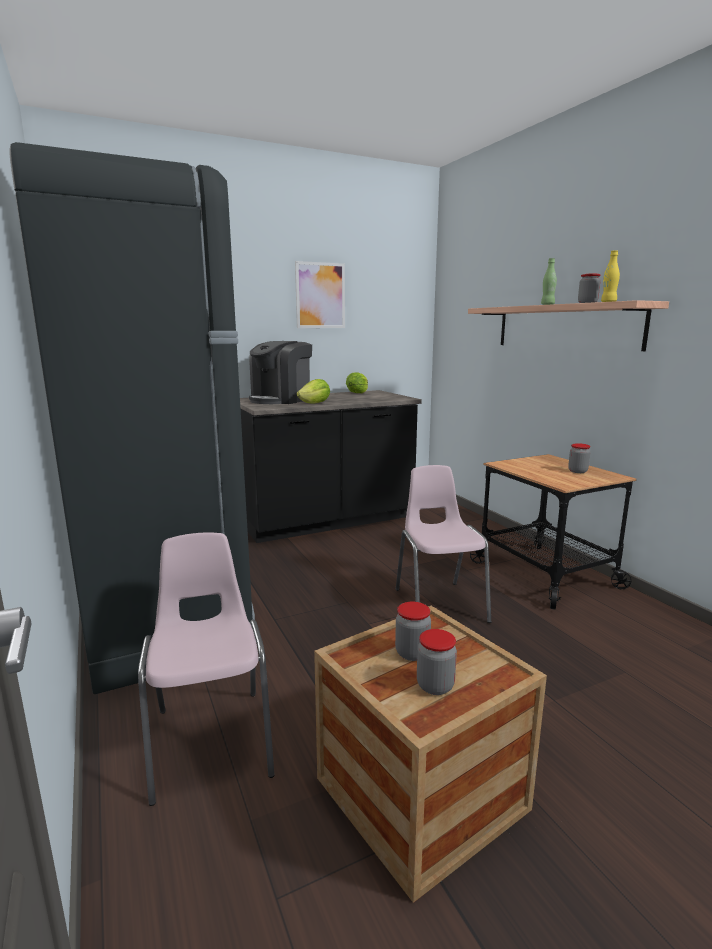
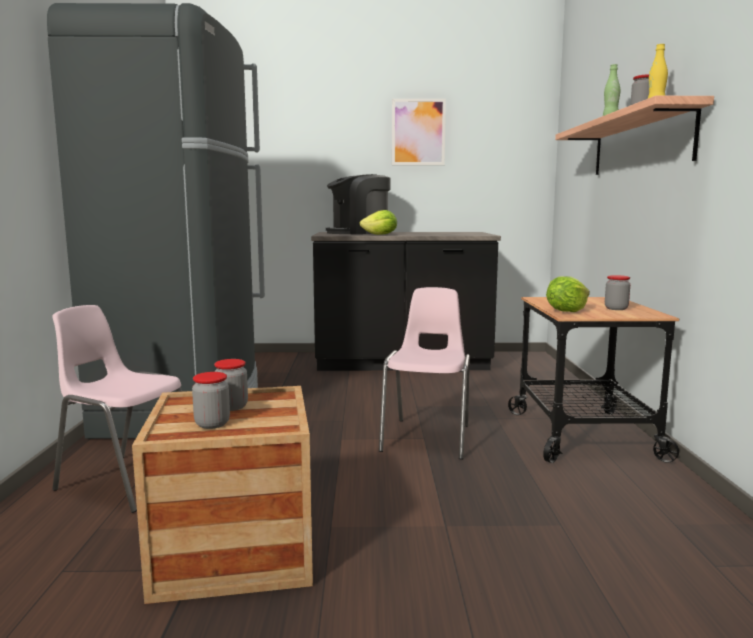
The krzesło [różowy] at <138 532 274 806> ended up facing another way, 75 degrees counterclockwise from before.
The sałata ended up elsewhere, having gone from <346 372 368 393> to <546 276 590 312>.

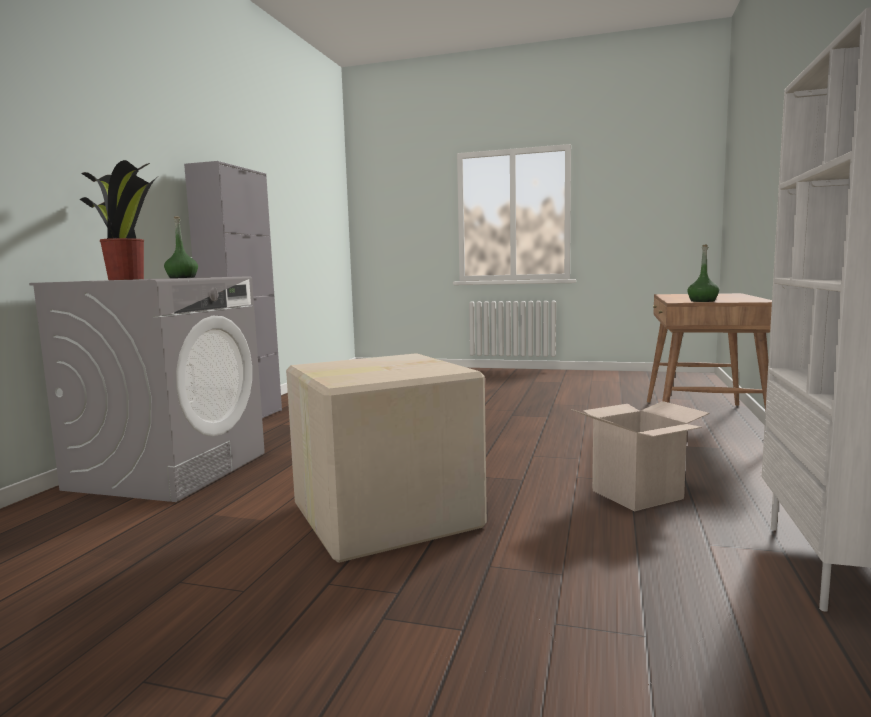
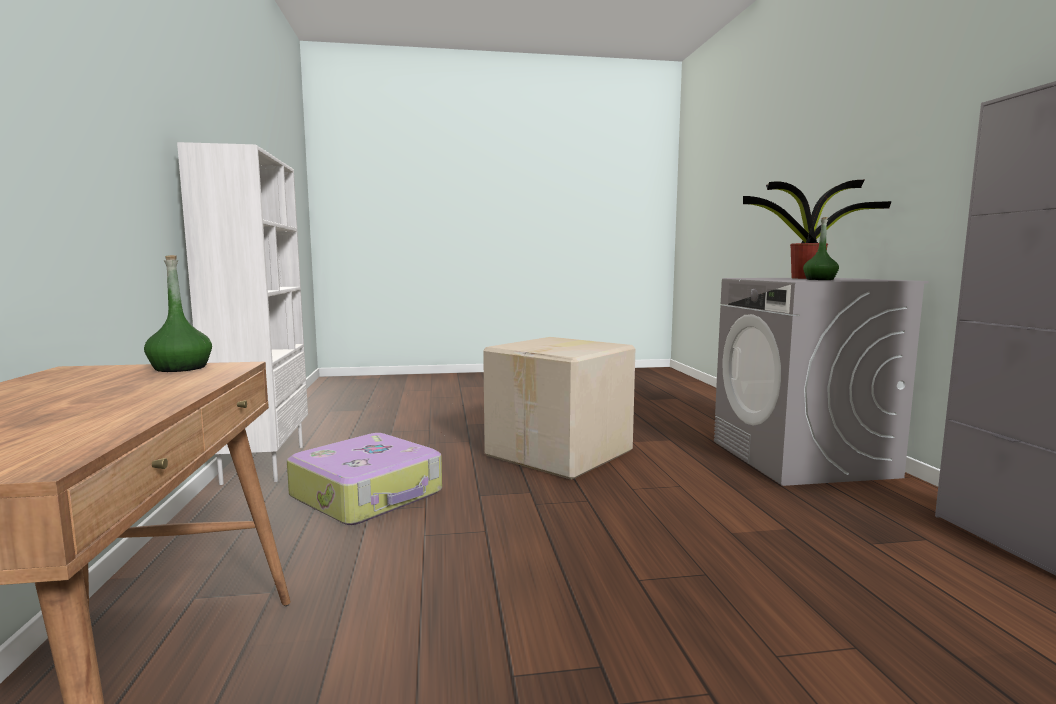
Where the karton stood at <571 401 710 511>, the walizka came to stand at <287 433 442 525>.

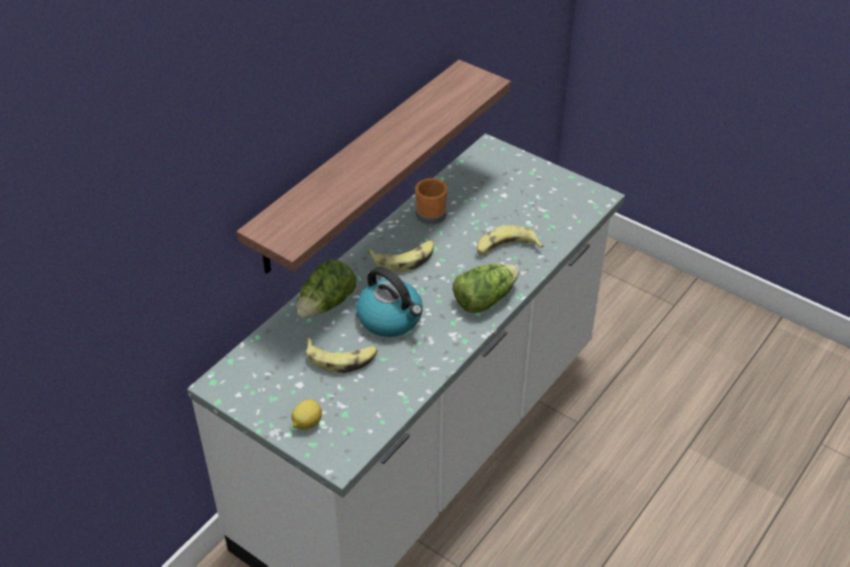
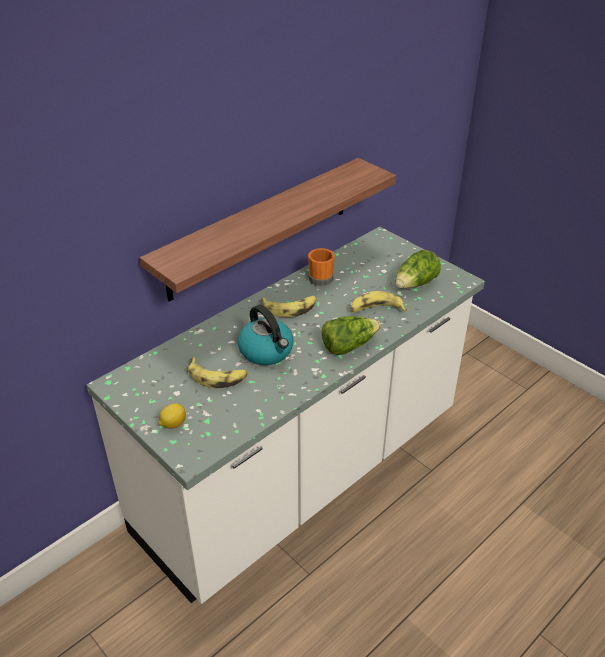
The sałata ended up elsewhere, having gone from <297 260 356 318> to <396 250 441 288>.

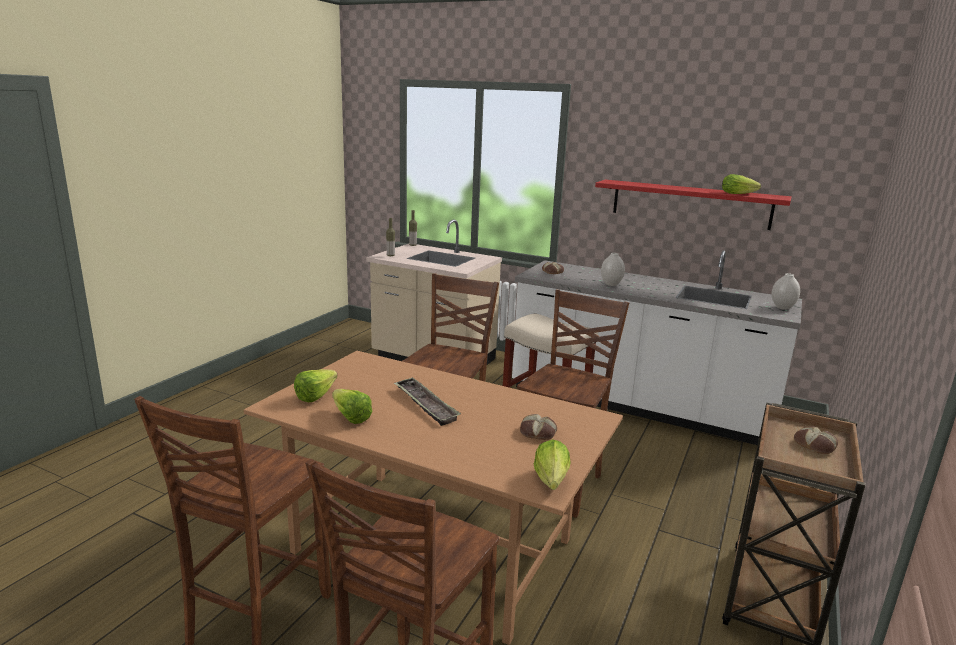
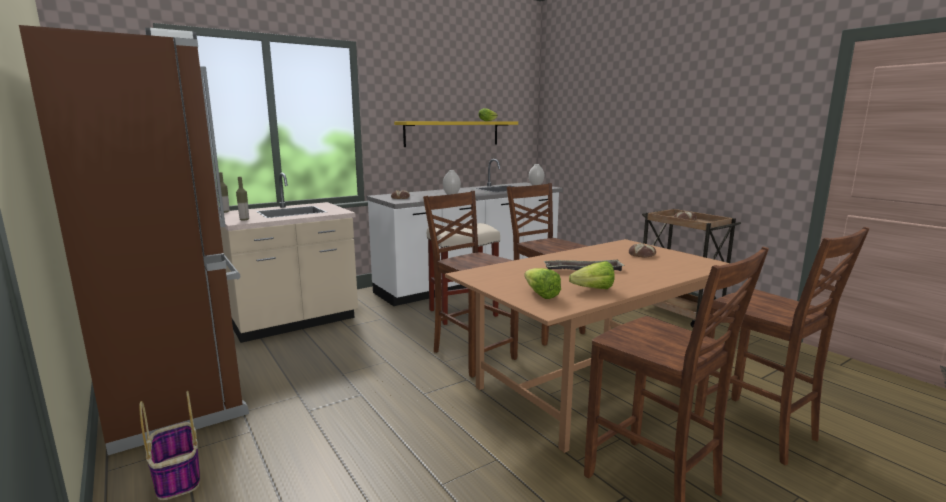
The second view lost the sałata at <534 439 571 490>.
What was the półka [czerwony] at <595 180 792 230> turned into the półka [żółty] at <394 121 518 147>.
The second view gained the lodówka [brązowy] at <19 25 249 455>.
The second view gained the koszyk at <139 391 200 500>.

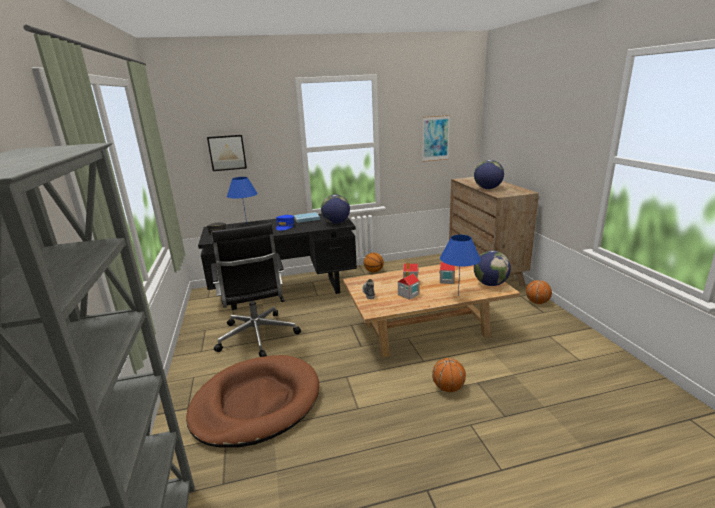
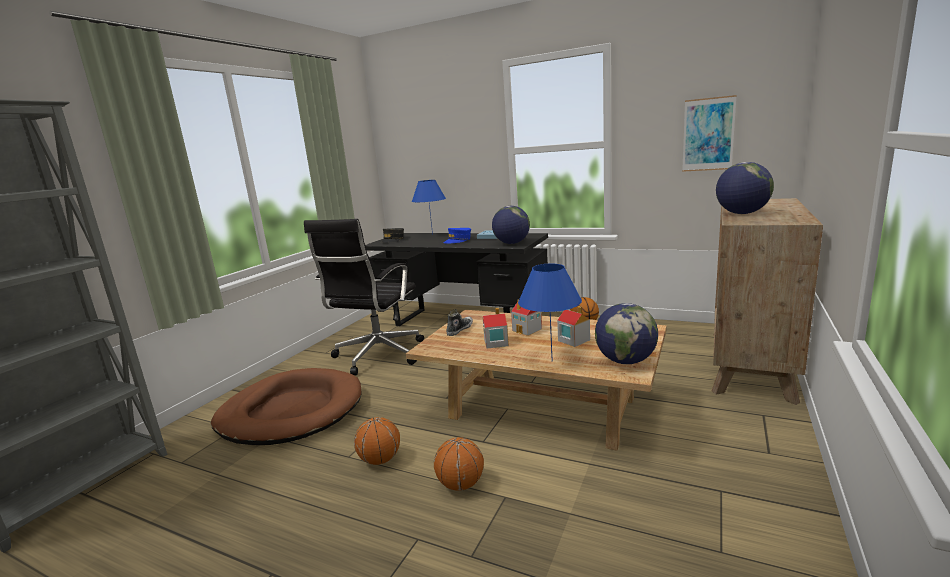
The second view lost the obraz at <207 135 247 171>.
The piłka do koszykówki ended up elsewhere, having gone from <526 280 552 304> to <354 417 400 465>.

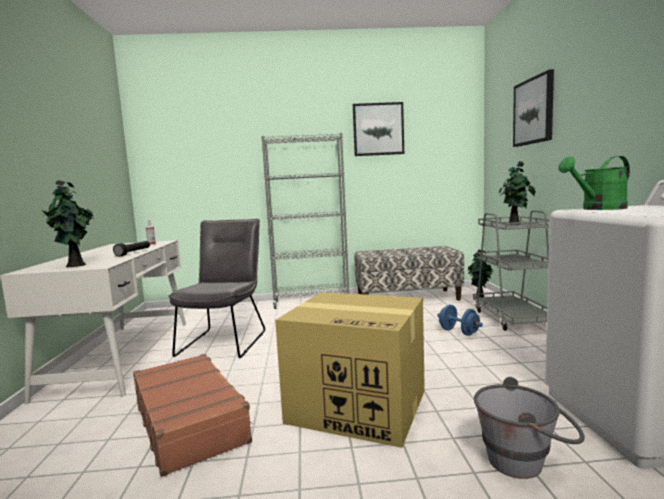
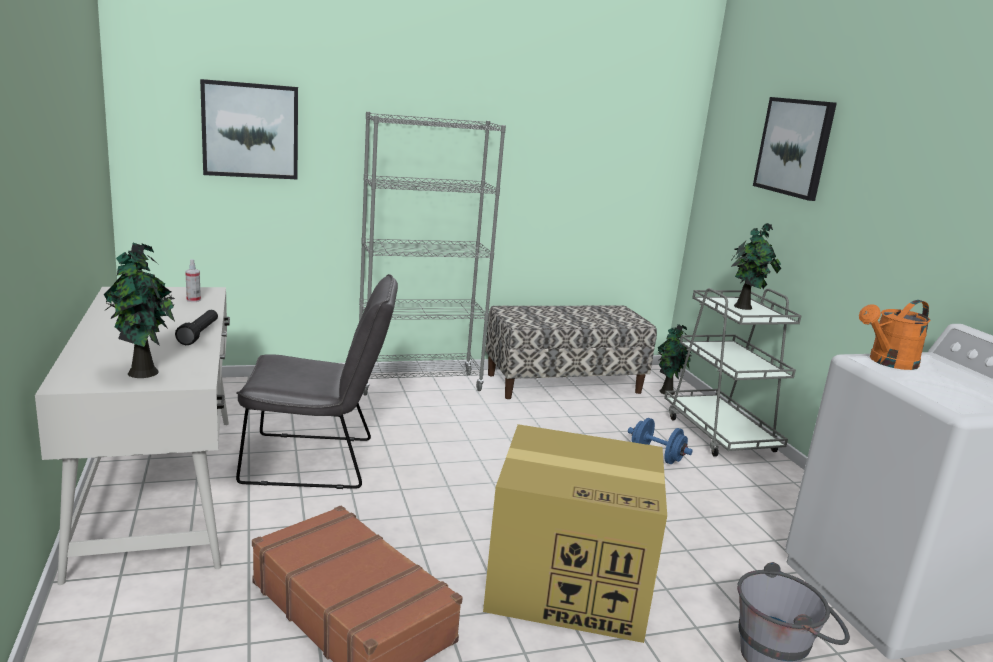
The krzesło [szary] at <169 219 265 358> ended up facing another way, 90 degrees clockwise from before.
The obraz ended up elsewhere, having gone from <353 102 404 156> to <200 79 298 179>.
What was the konewka [zielony] at <558 156 630 210> turned into the konewka [pomarańczowy] at <859 300 931 370>.

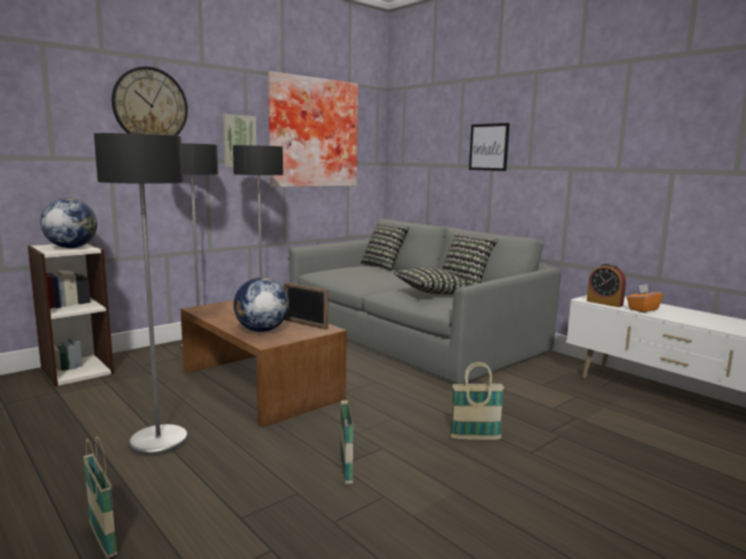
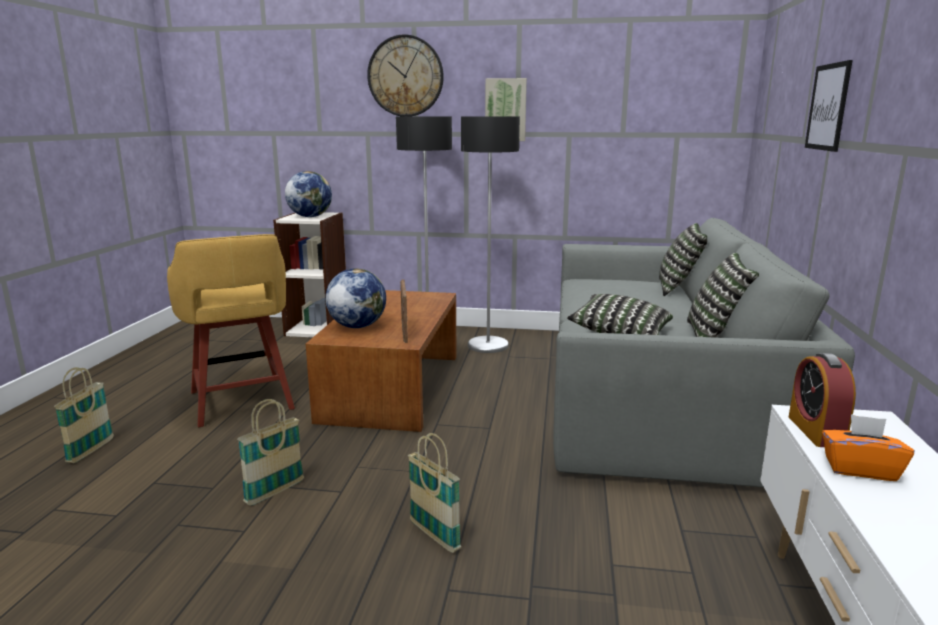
Where the lampa stojąca stood at <94 133 188 456>, the stołek [żółty] came to stand at <167 234 295 427>.
The second view lost the obraz at <268 71 358 187>.

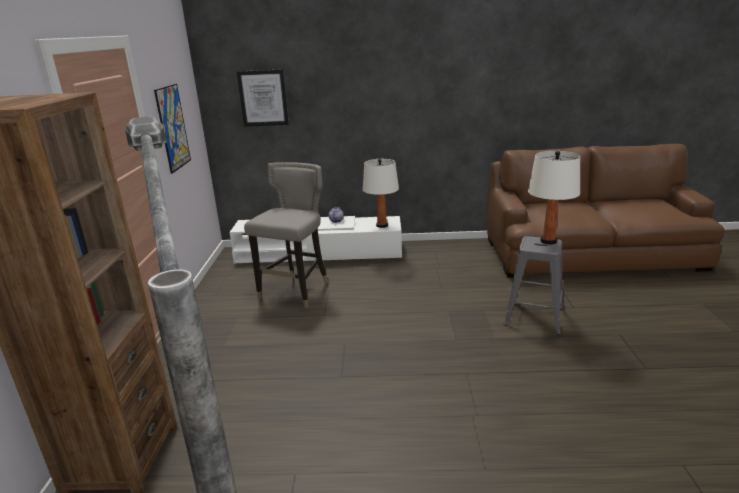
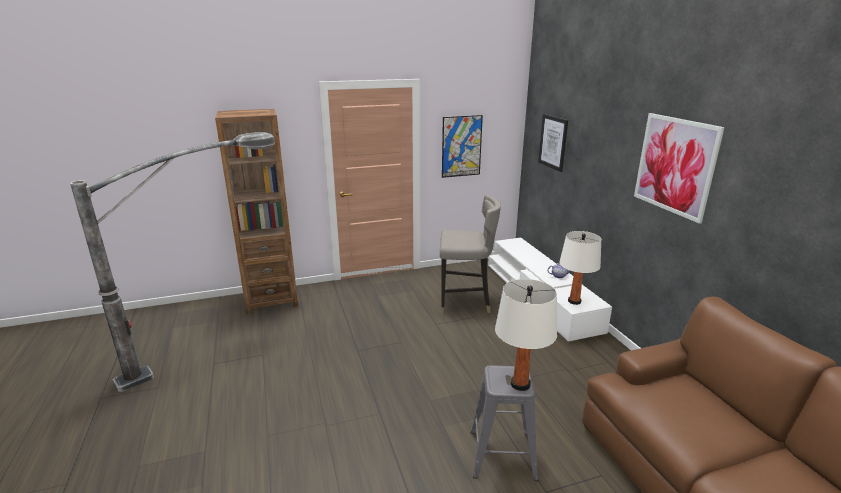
The second view gained the obraz at <634 113 725 224>.

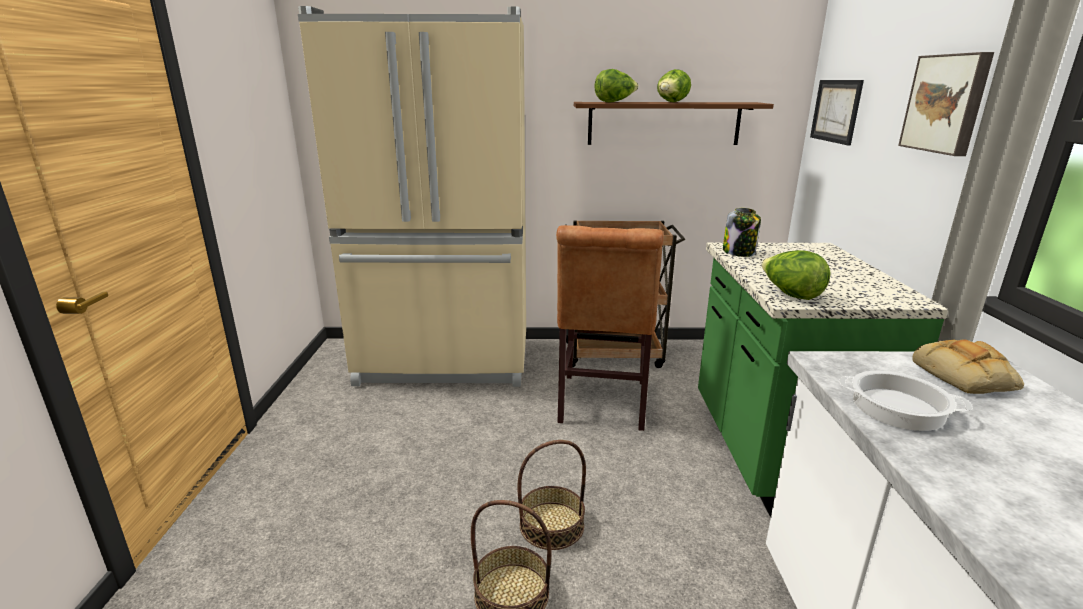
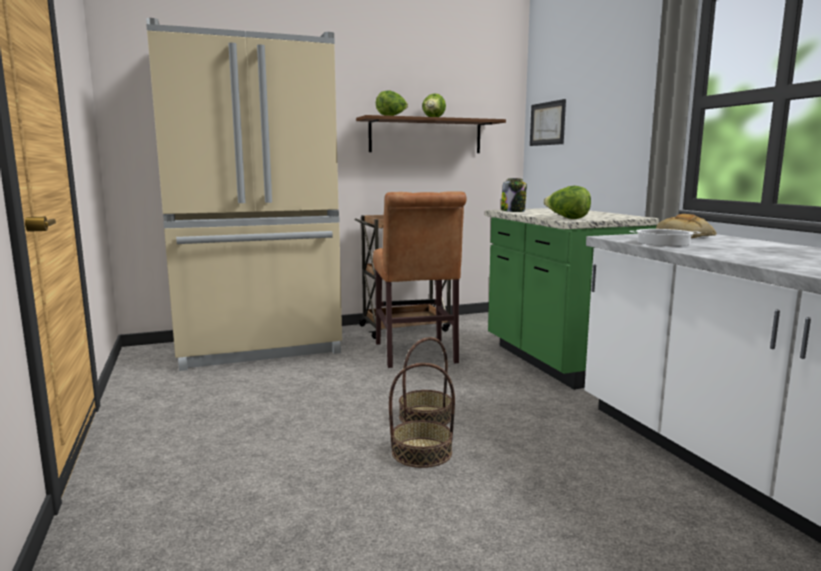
The second view lost the obraz at <898 52 994 156>.

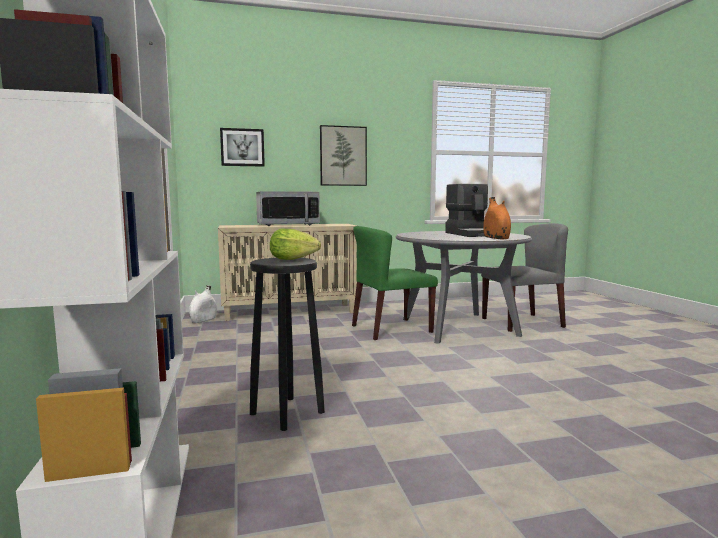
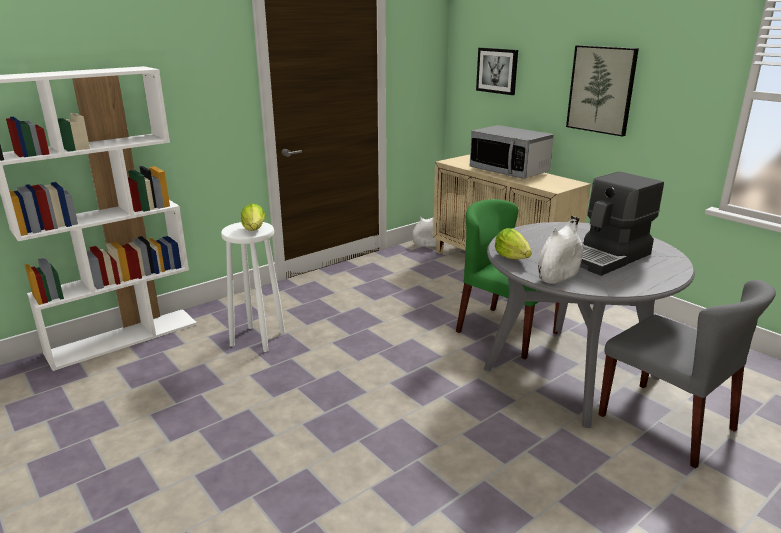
What was the stołek [czarny] at <250 258 325 431> turned into the stołek [biały] at <221 222 285 352>.
What was the wazon [pomarańczowy] at <483 197 511 239> turned into the wazon [biały] at <538 216 583 284>.
The second view gained the sałata at <495 228 532 260>.

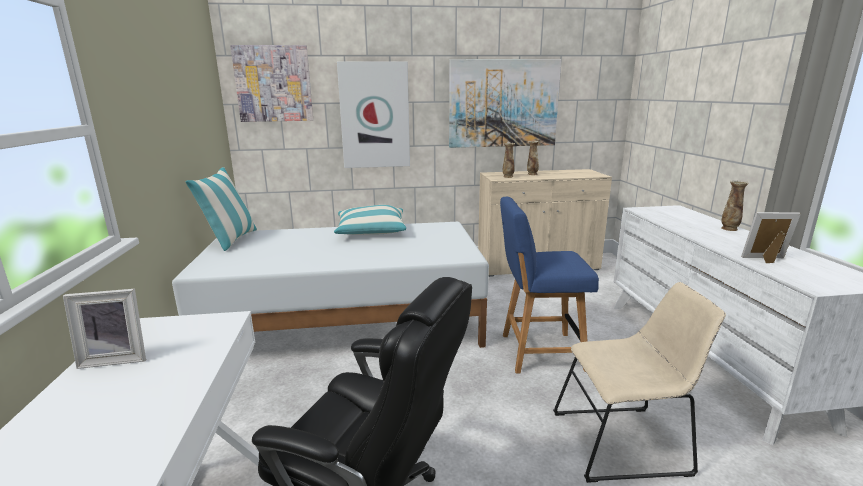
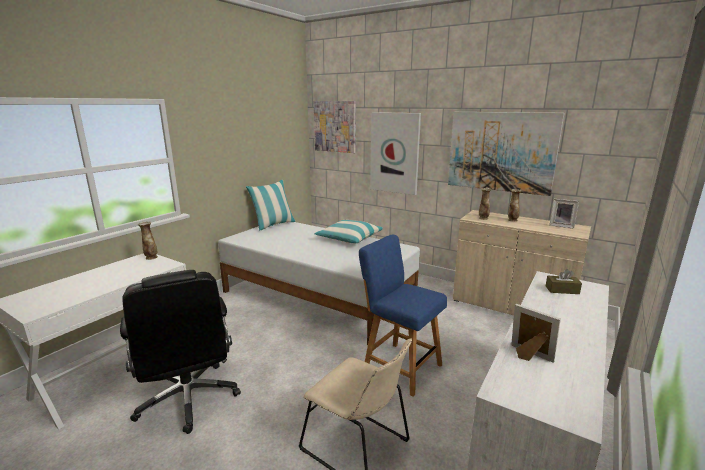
The ramka na zdjęcie ended up elsewhere, having gone from <63 289 146 369> to <550 199 579 229>.
The wazon ended up elsewhere, having gone from <721 180 749 231> to <138 221 158 260>.
The second view gained the pudełko chusteczek [brązowy] at <546 269 582 294>.

